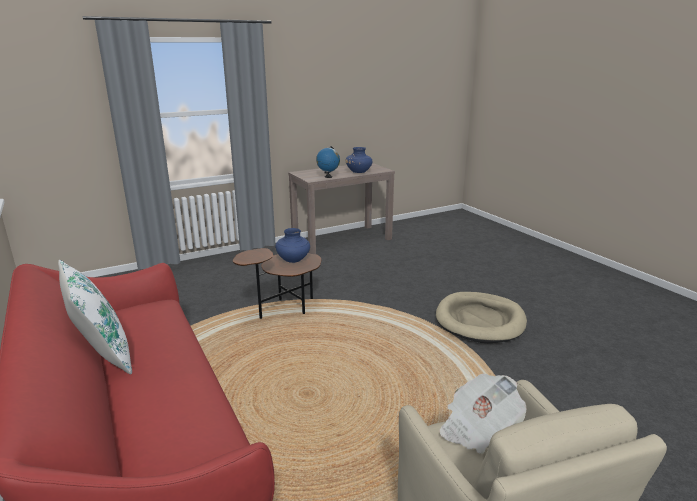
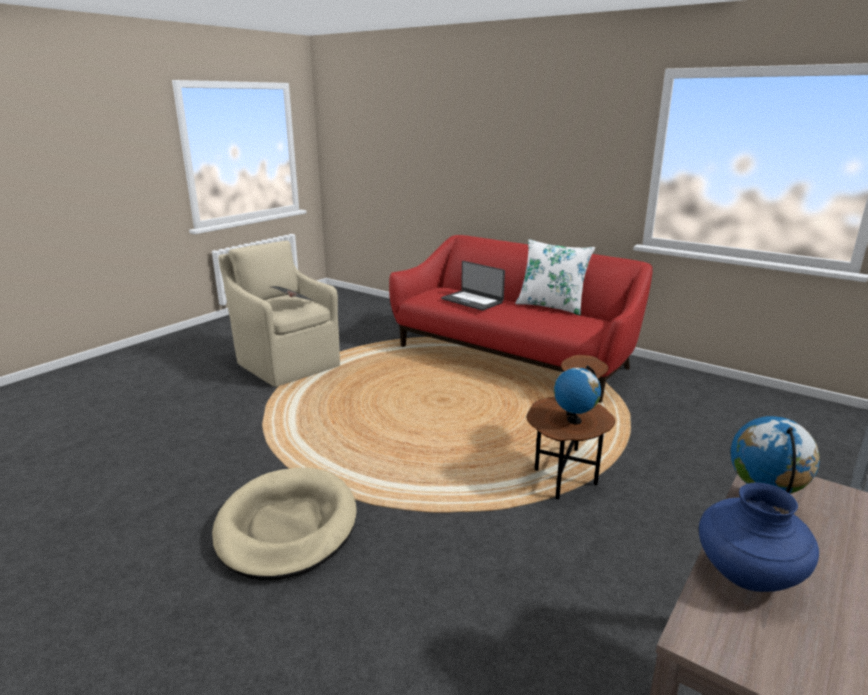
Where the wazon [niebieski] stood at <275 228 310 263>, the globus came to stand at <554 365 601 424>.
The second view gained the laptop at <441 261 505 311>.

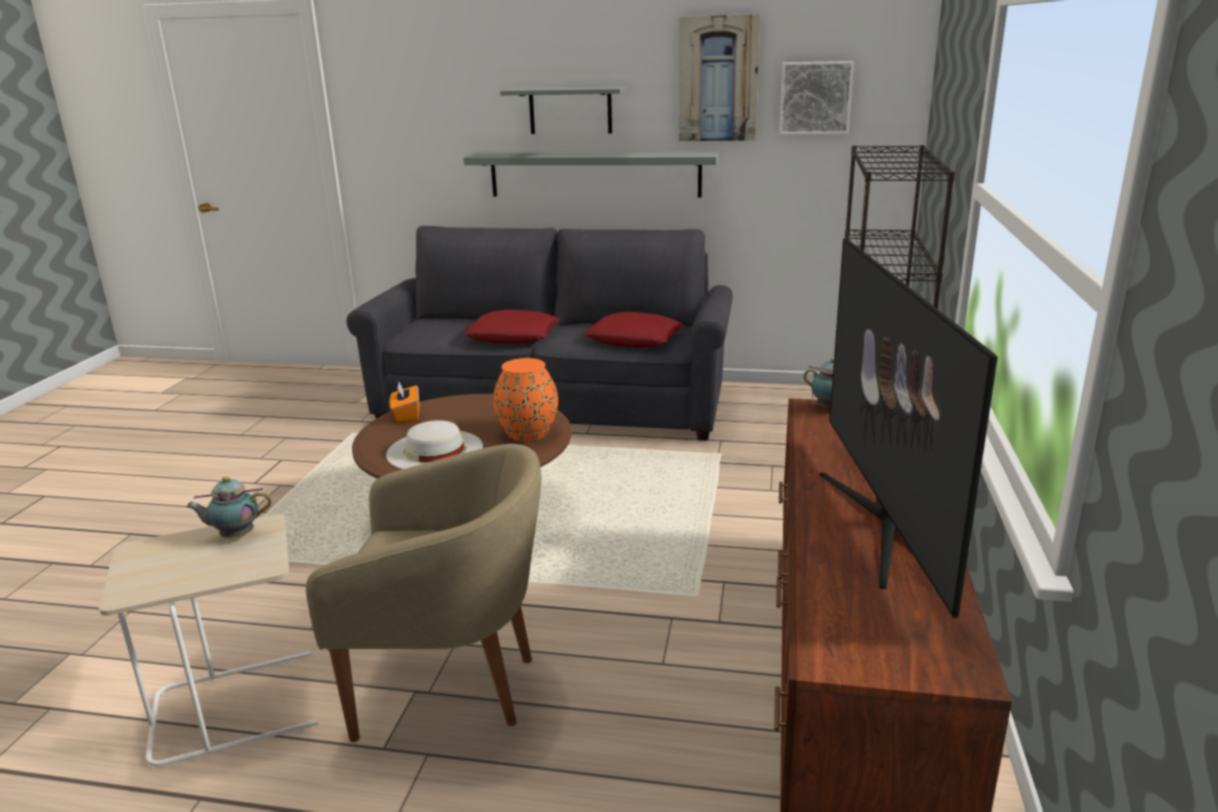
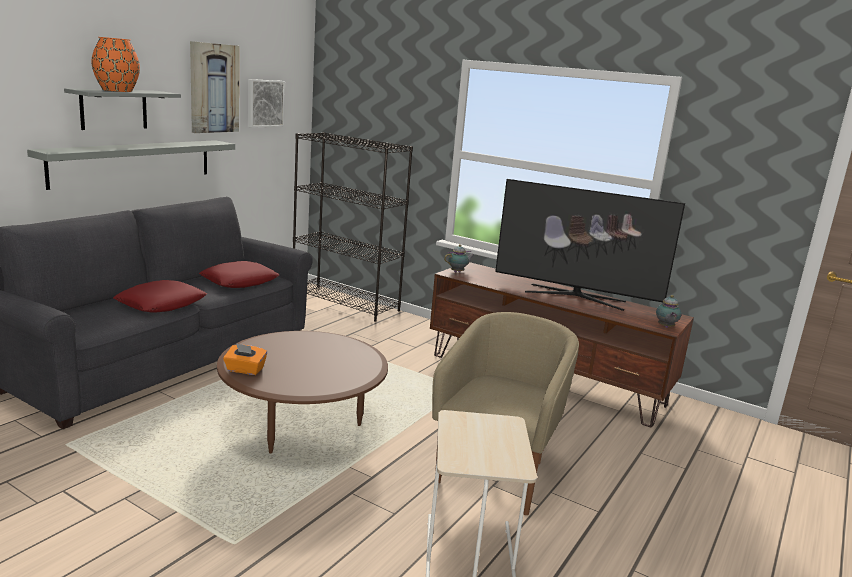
The imbryk ended up elsewhere, having gone from <186 476 272 538> to <656 295 681 328>.
The second view lost the kapelusz [biały] at <386 420 483 469>.
The wazon [pomarańczowy] ended up elsewhere, having gone from <493 358 558 442> to <92 37 140 92>.

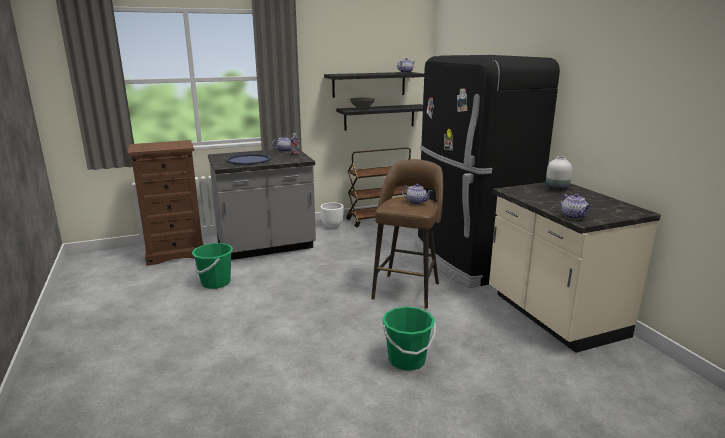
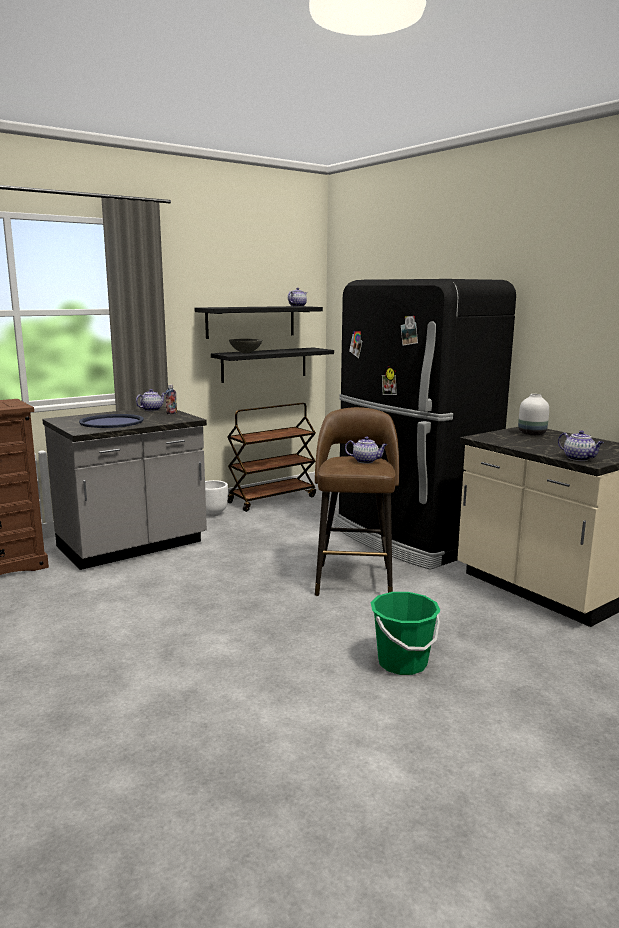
The second view lost the wiadro [zielony] at <192 243 233 289>.

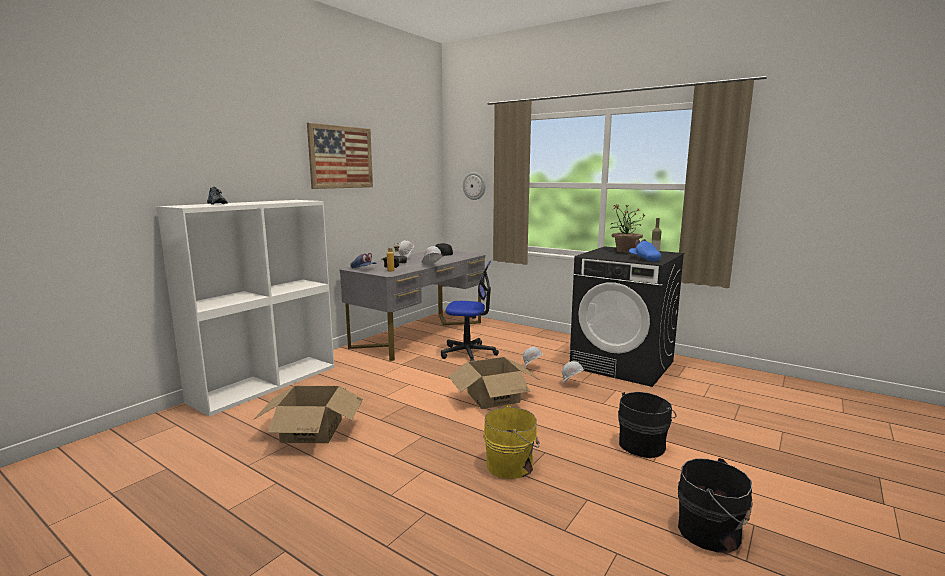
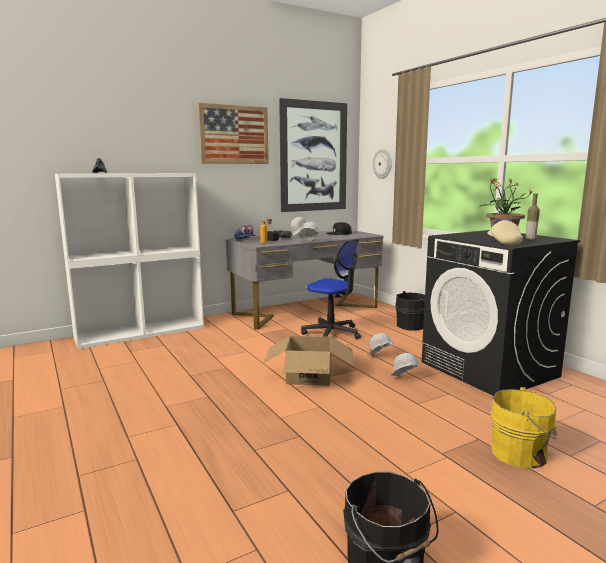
The second view lost the karton at <253 386 363 443>.
The wiadro [żółty] ended up elsewhere, having gone from <483 405 539 479> to <490 387 557 468>.
The wiadro [czarny] ended up elsewhere, having gone from <618 392 677 458> to <395 291 425 331>.
What was the czapka z daszkiem [niebieski] at <629 239 661 262> turned into the czapka z daszkiem [beżowy] at <487 218 523 245>.
The second view gained the obraz at <279 98 347 212>.

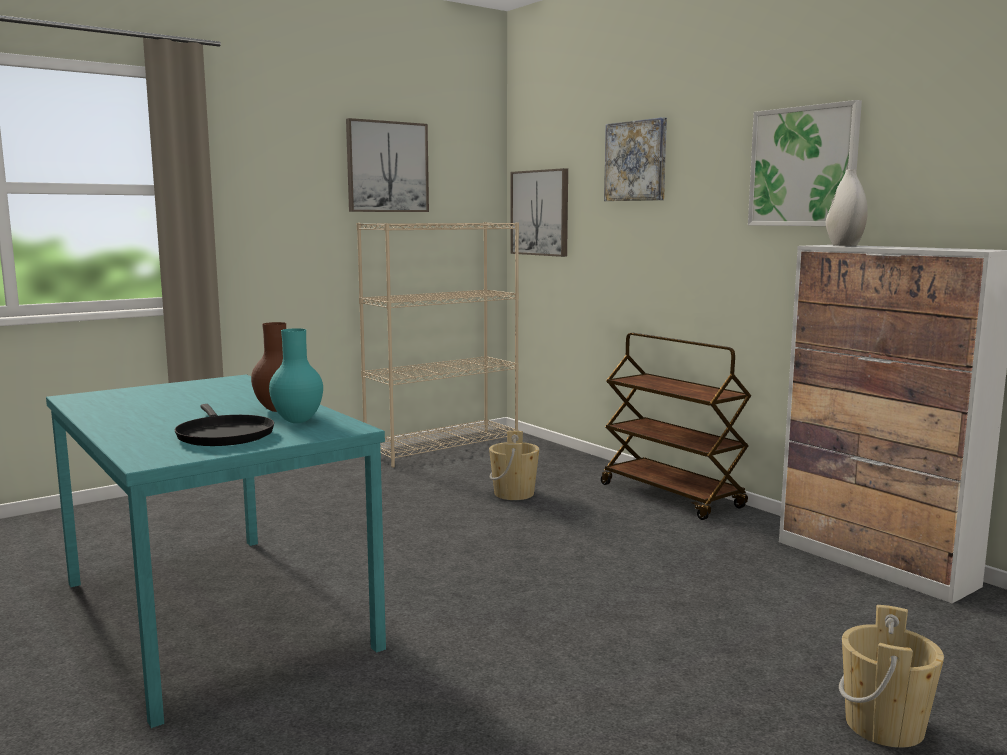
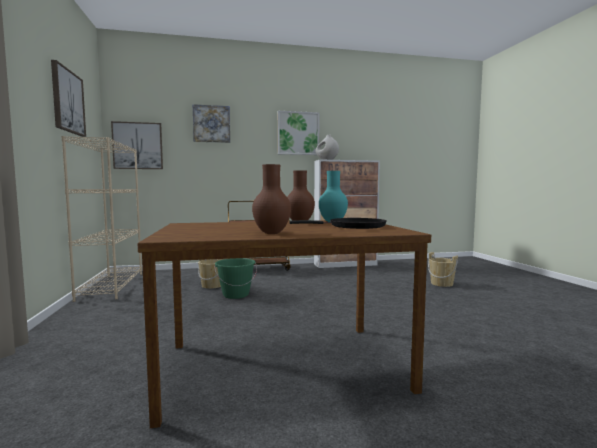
What was the stół jadalny [turkusowy] at <46 374 386 728> turned into the stół jadalny [brązowy] at <137 220 431 428>.
The second view gained the wiadro [zielony] at <214 258 257 299>.
The second view gained the wazon [brązowy] at <252 164 291 234>.

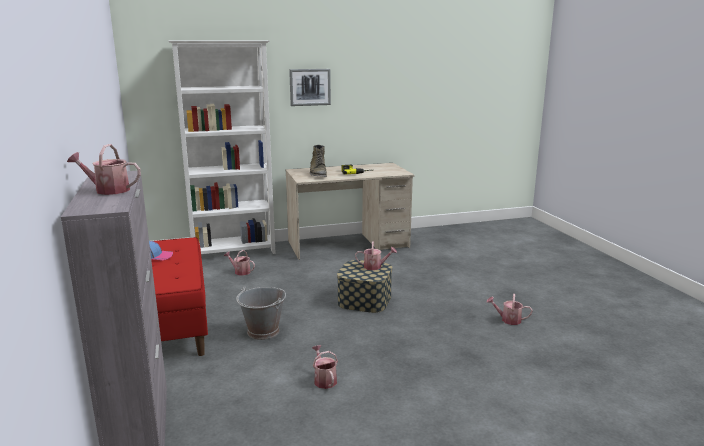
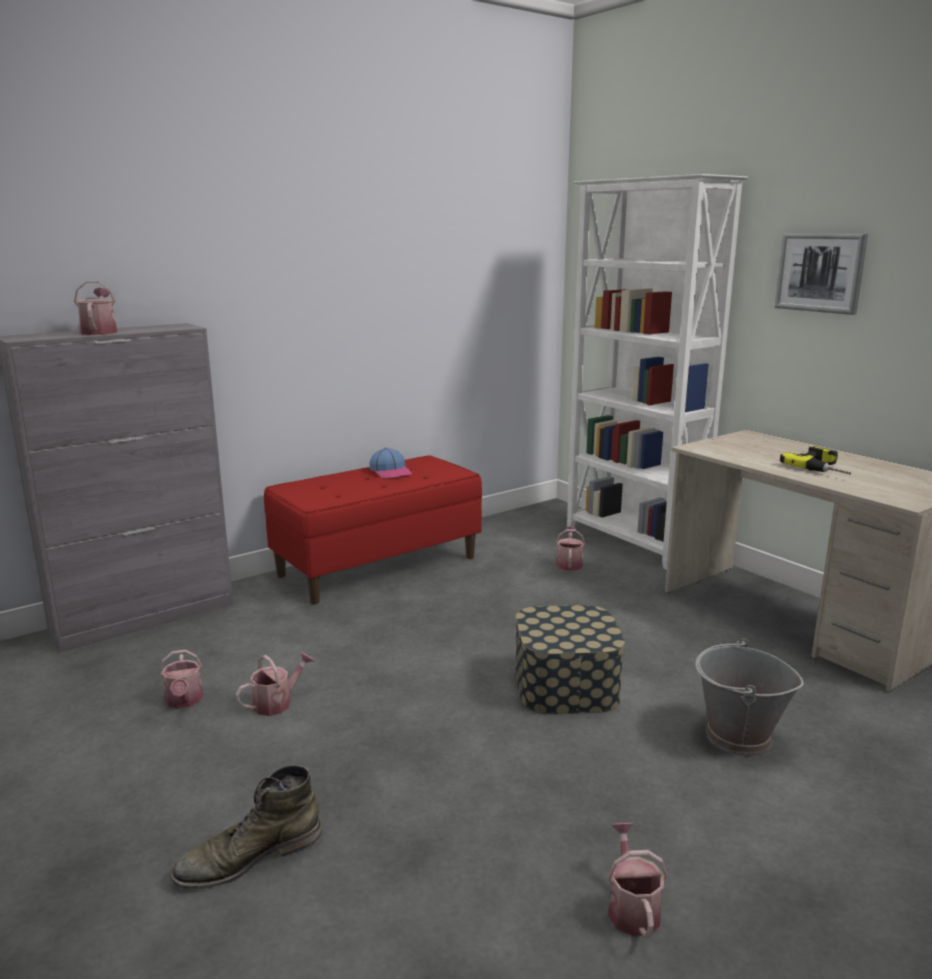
The wiadro [szary] ended up elsewhere, having gone from <236 286 286 340> to <695 638 804 756>.
The but z cholewką [zielony] ended up elsewhere, having gone from <310 145 327 177> to <171 765 322 890>.
The konewka ended up elsewhere, having gone from <355 241 397 270> to <159 650 204 709>.

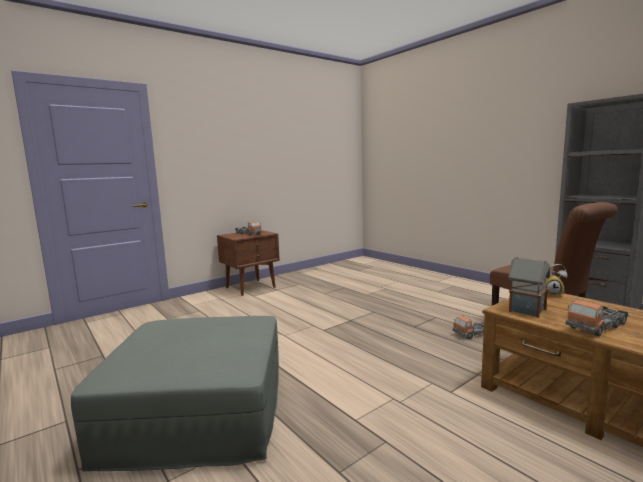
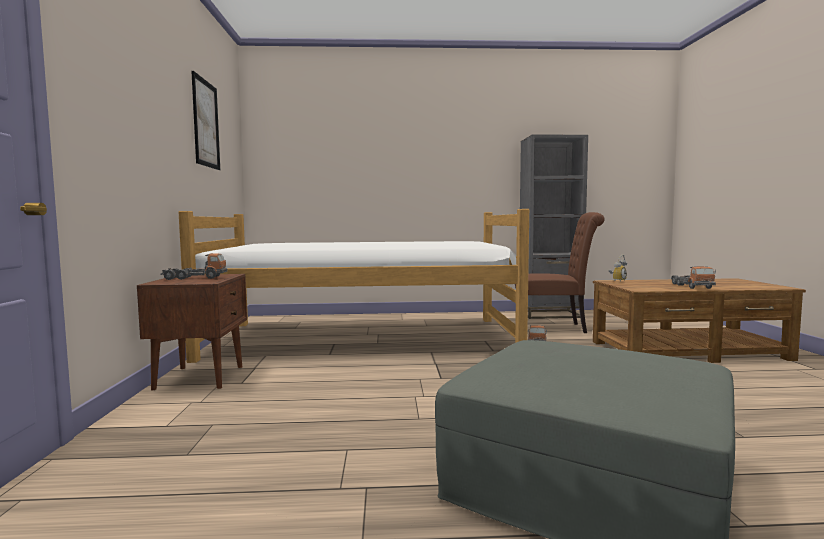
The second view lost the domek at <508 257 551 318>.
The second view gained the łóżko at <179 209 529 363>.
The second view gained the obraz at <191 71 220 170>.

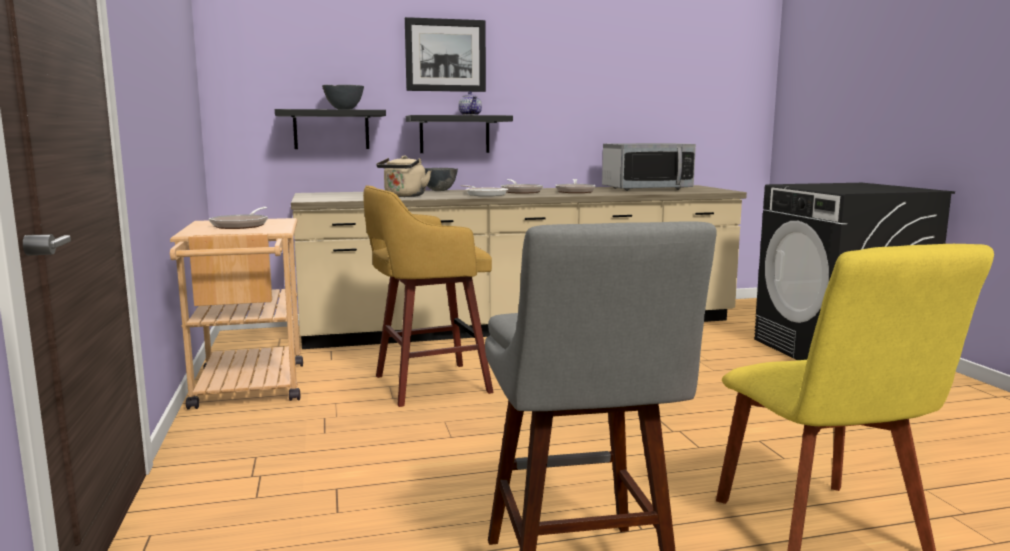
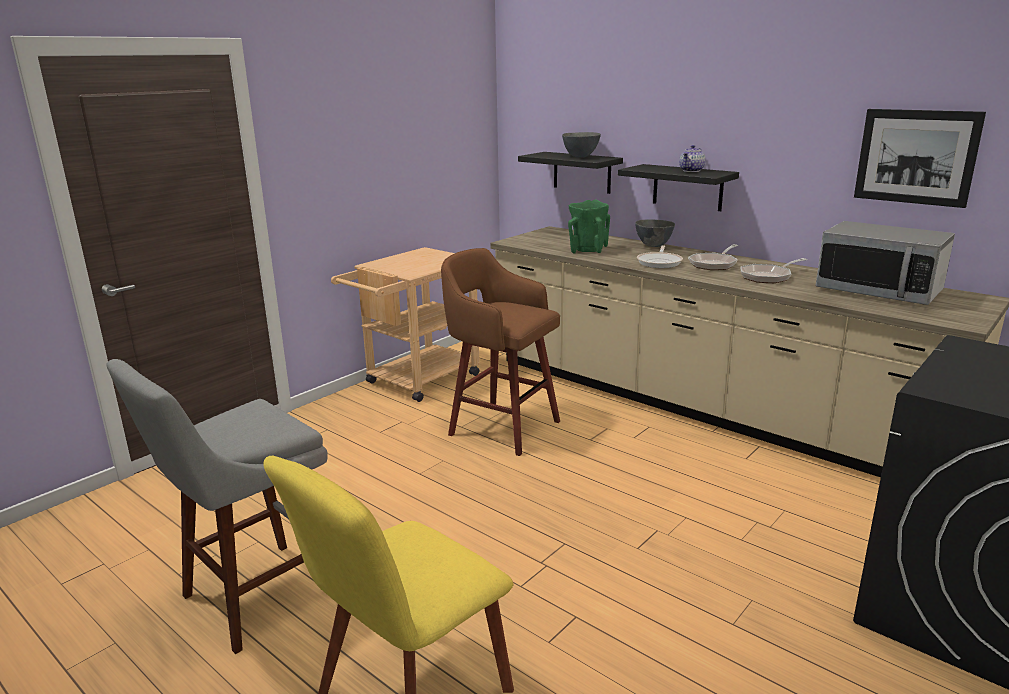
The second view lost the patelnia at <209 207 268 229>.
What was the stołek [żółty] at <363 185 493 407> turned into the stołek [brązowy] at <441 248 560 456>.
Where the czajnik [beżowy] stood at <376 156 431 197>, the wazon [zielony] came to stand at <568 200 610 253>.
The obraz ended up elsewhere, having gone from <405 17 486 92> to <854 109 986 208>.

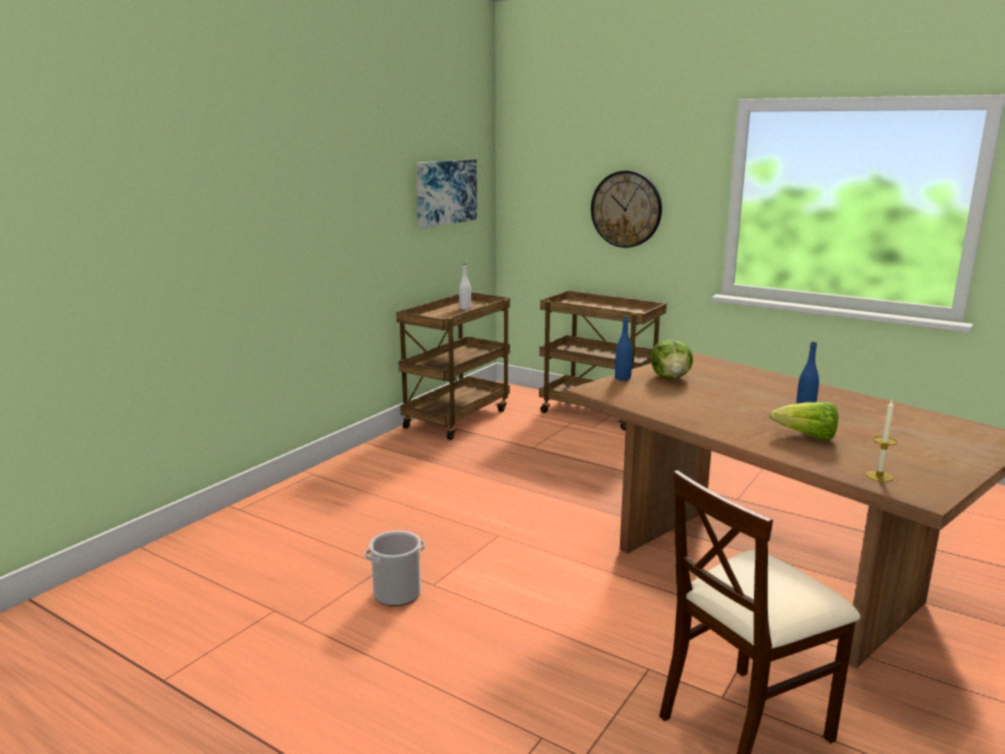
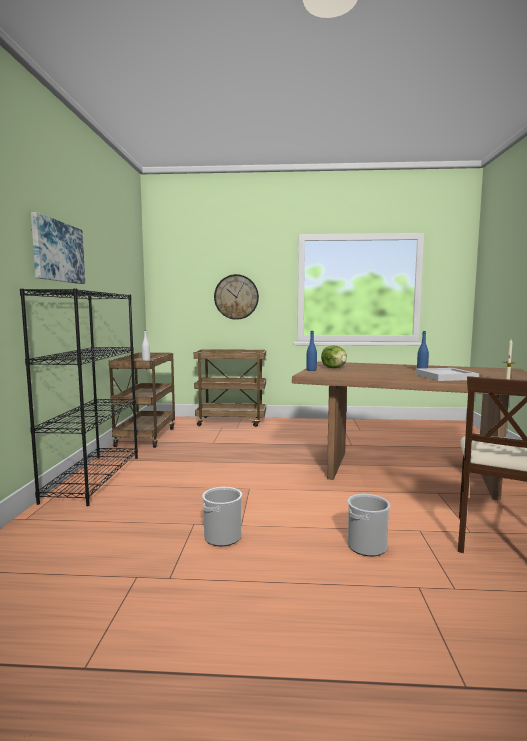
The obraz ended up elsewhere, having gone from <416 159 477 228> to <31 212 85 284>.
Where the sałata stood at <769 402 838 440>, the taca [biały] came to stand at <415 368 479 381>.
The second view gained the regał [czarny] at <20 288 138 506>.
The second view gained the wiadro at <348 494 390 556>.

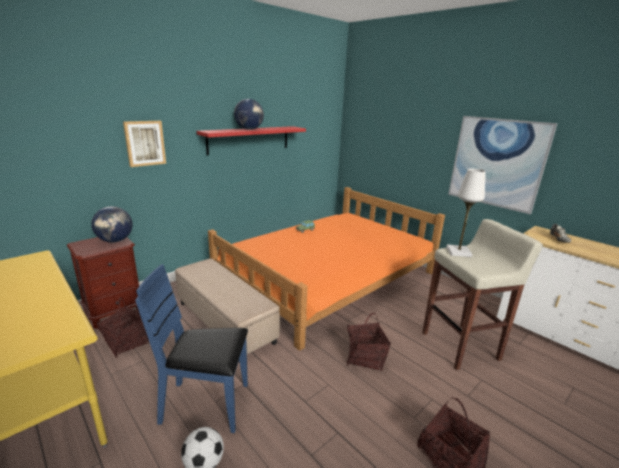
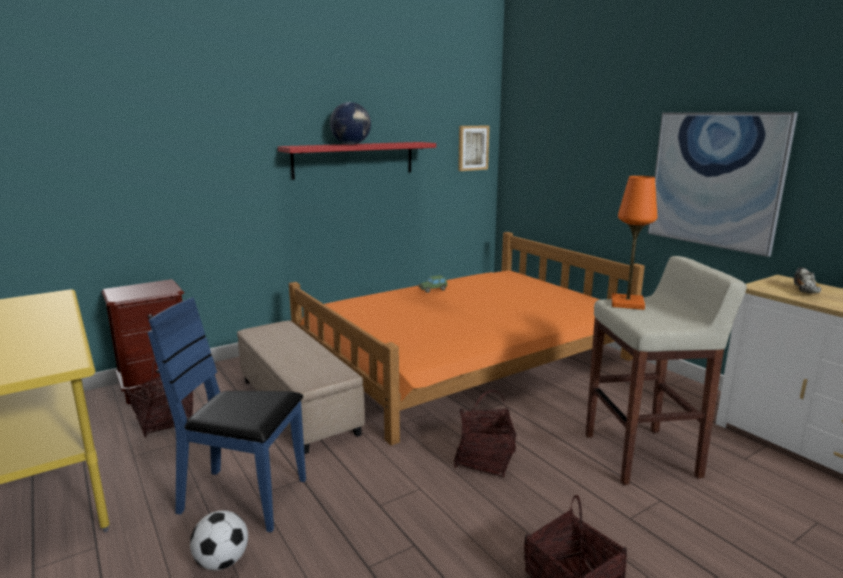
The second view lost the globus at <91 206 133 242>.
The obraz ended up elsewhere, having gone from <123 121 166 167> to <458 126 490 171>.
What was the lampa stołowa [biały] at <446 168 486 257> turned into the lampa stołowa [pomarańczowy] at <612 176 657 310>.

